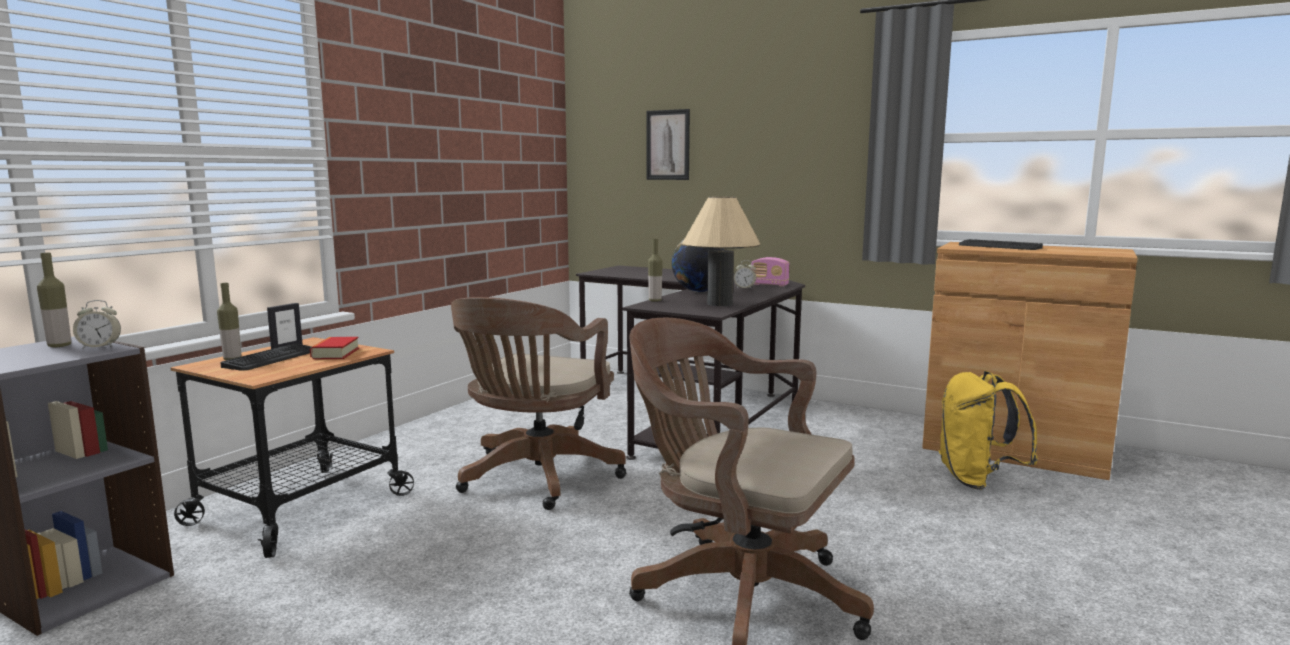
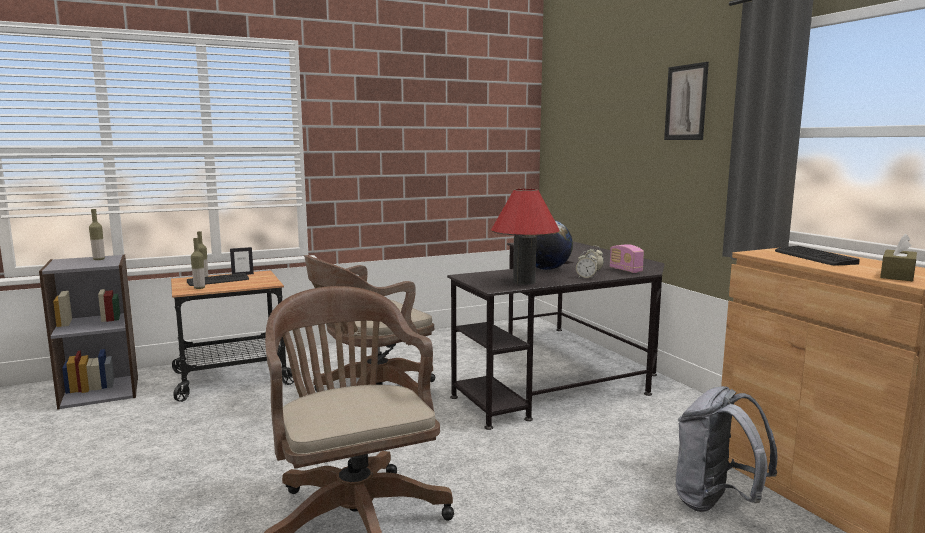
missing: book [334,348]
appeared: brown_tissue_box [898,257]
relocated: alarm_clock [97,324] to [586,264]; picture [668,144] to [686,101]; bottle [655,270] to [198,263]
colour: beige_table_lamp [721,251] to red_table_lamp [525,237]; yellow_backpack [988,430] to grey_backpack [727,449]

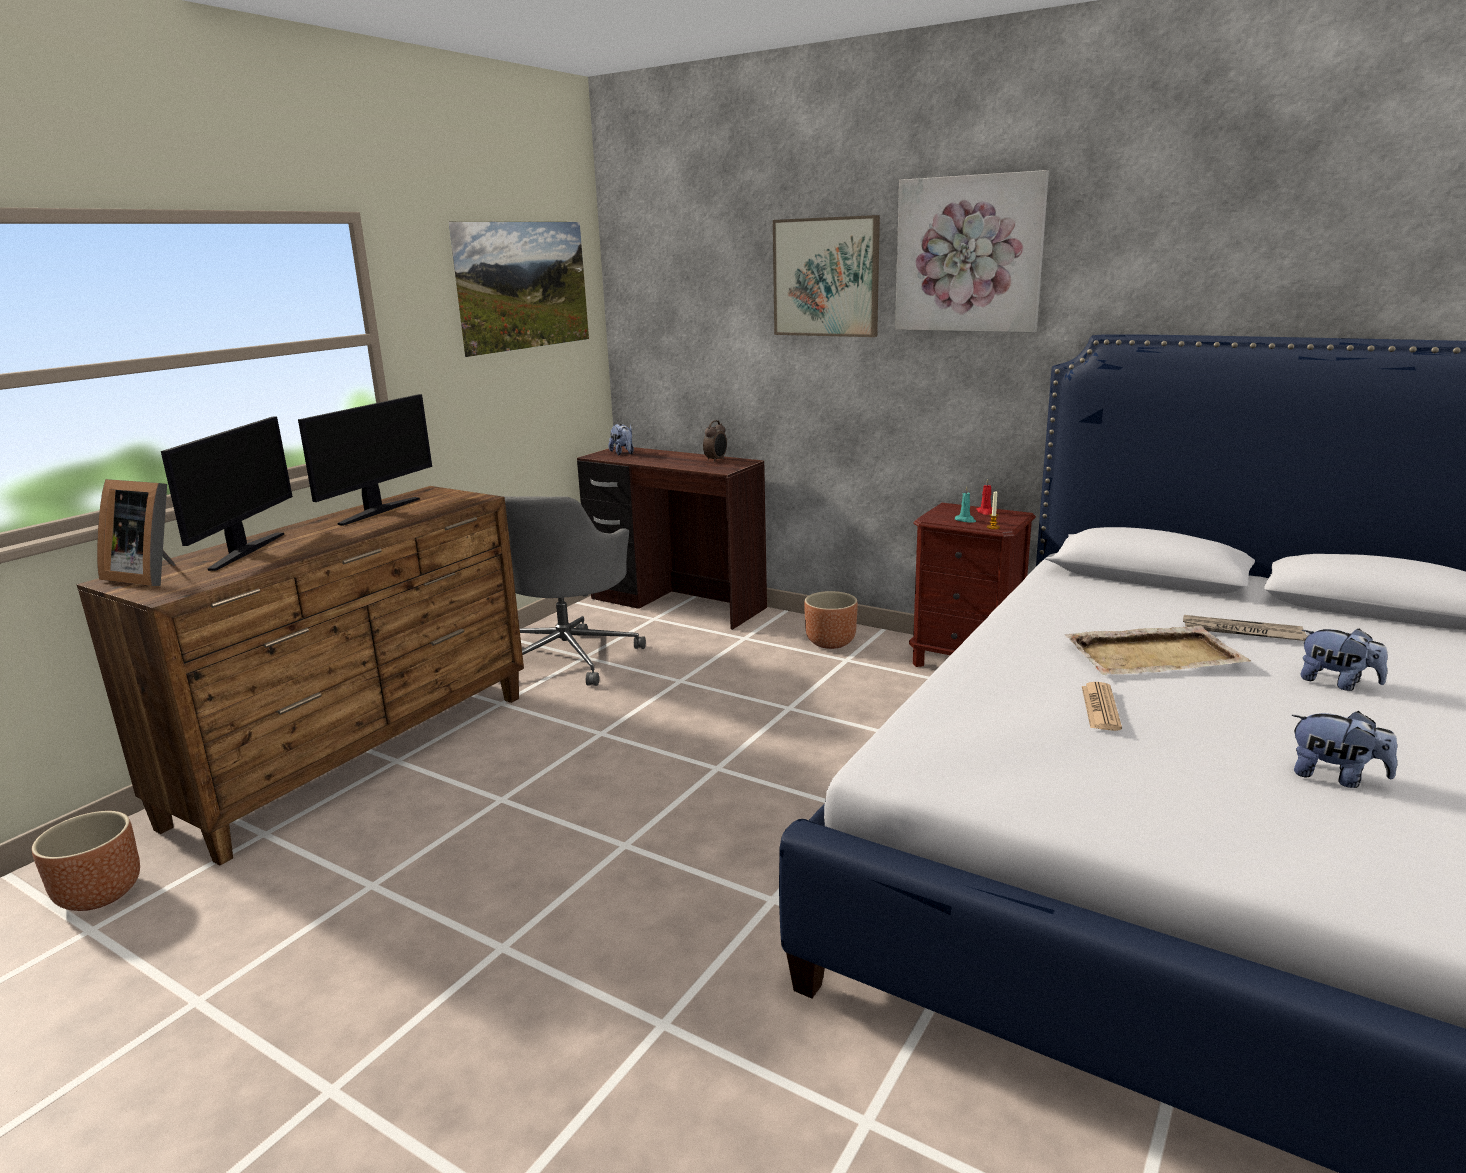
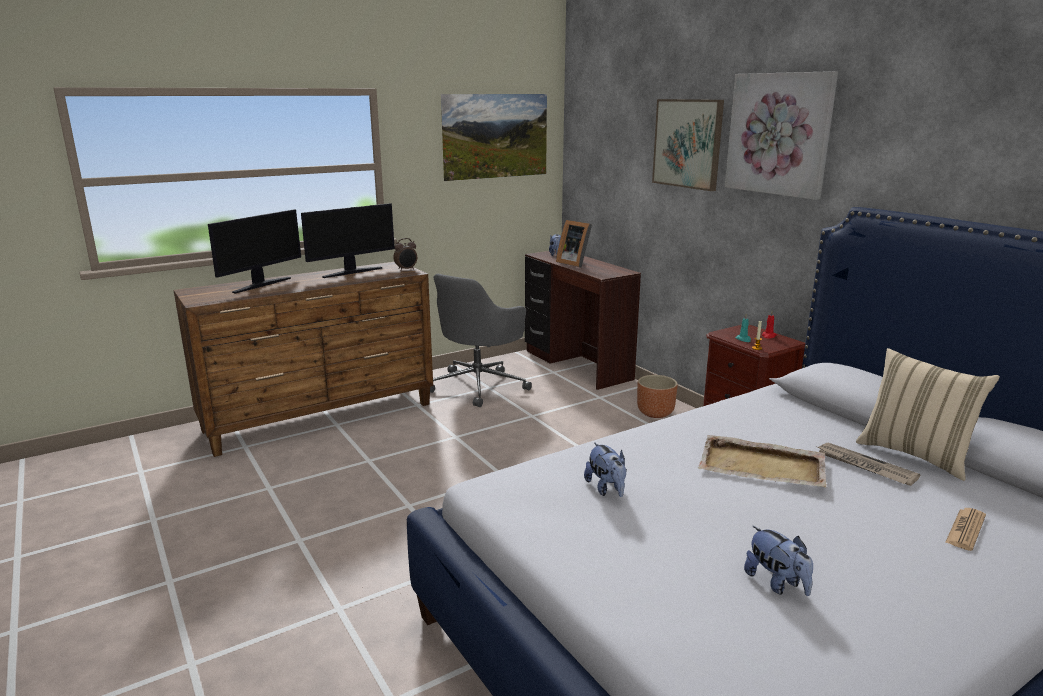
missing: brown_planter [86,861]
appeared: beige_pillow [928,414]
relocated: picture_frame [136,532] to [574,243]; alarm_clock [715,441] to [405,254]; newspaper [1102,706] to [965,529]; plush_toy [1344,659] to [605,469]

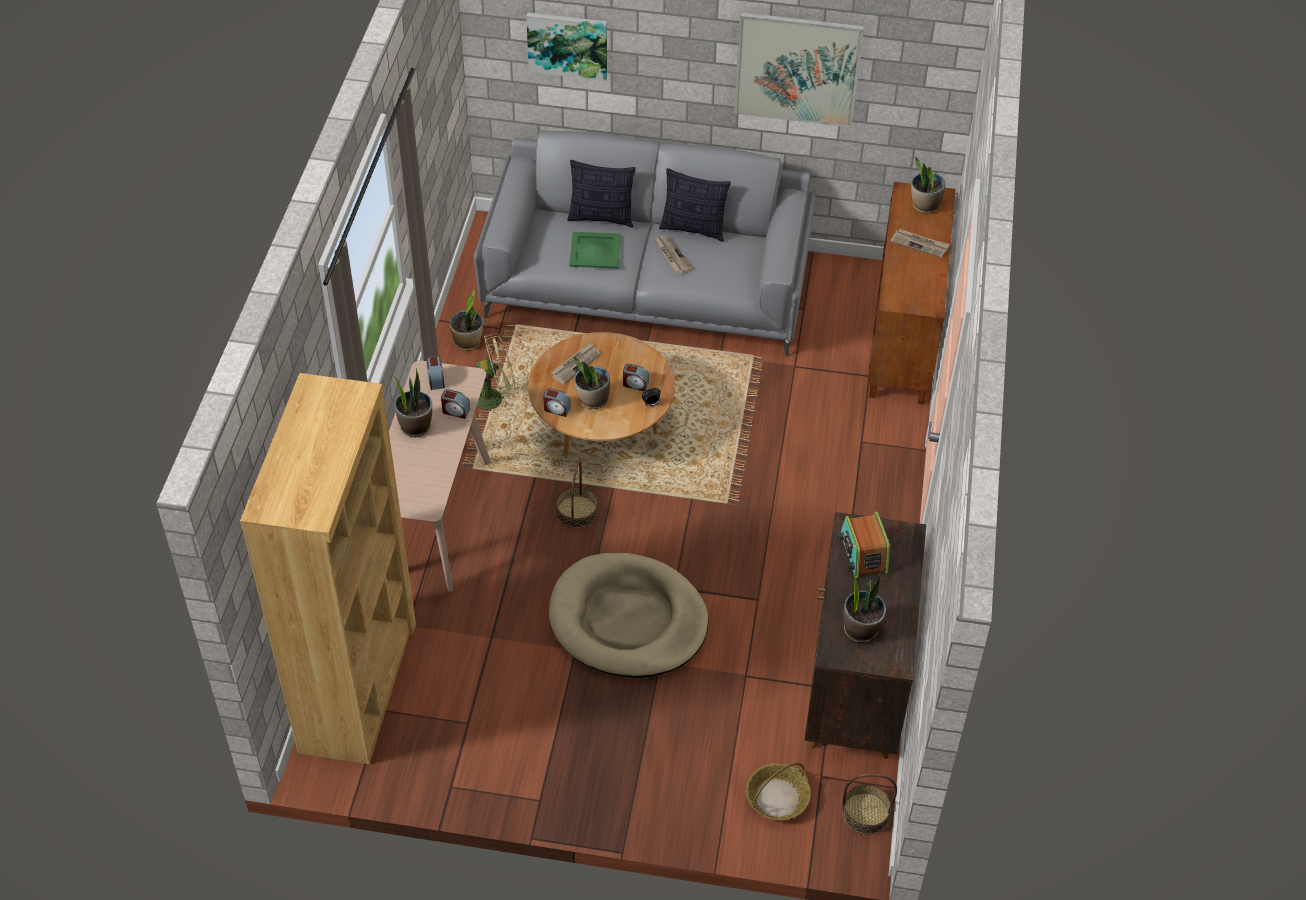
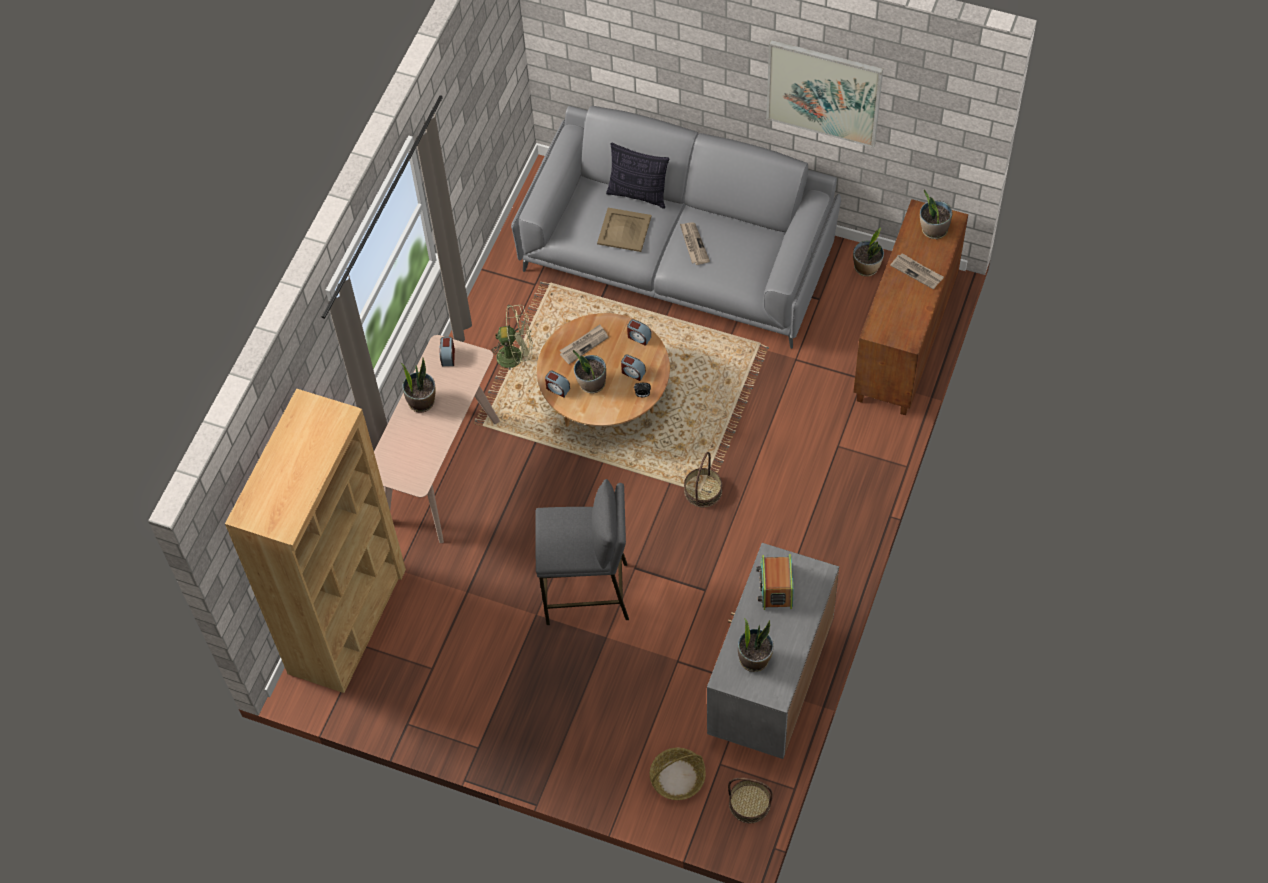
missing: picture [566,46]; pillow [695,205]
relocated: alarm_clock [455,404] to [639,332]; potted_plant [466,321] to [868,252]; basket [577,494] to [703,479]
exchanged: beige_dog_bed [629,615] to grey_stool [582,552]
colour: green_tray [595,250] to beige_tray [624,230]; brown_cabinet [865,635] to grey_cabinet [773,651]

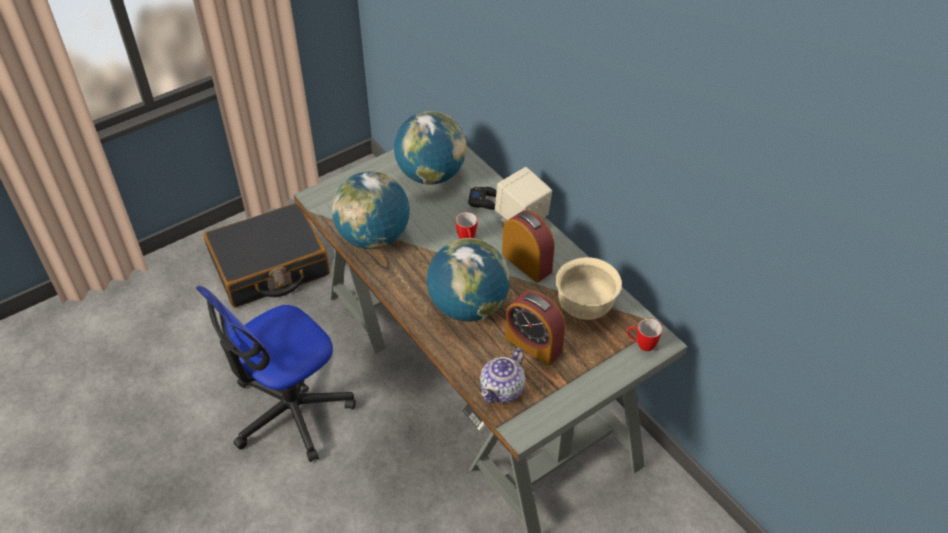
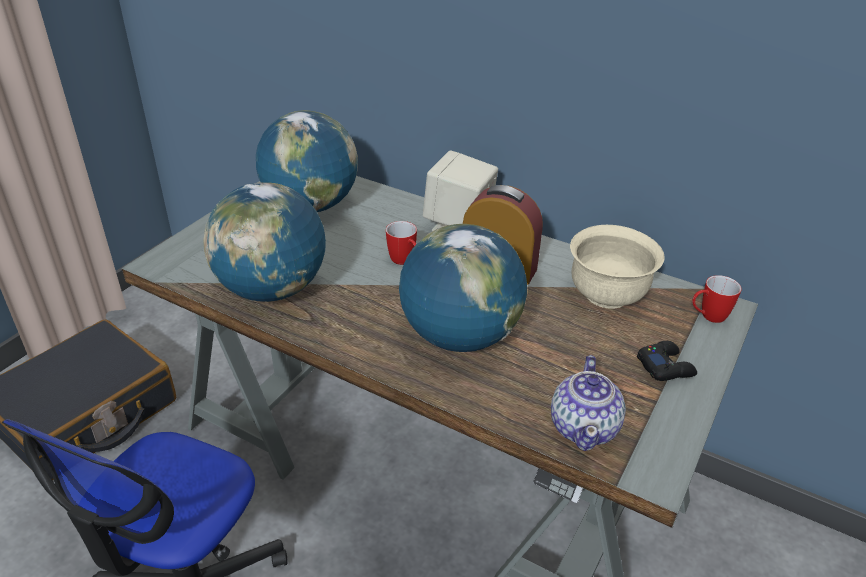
missing: alarm_clock [535,327]
relocated: black_game_controller [482,198] to [667,361]

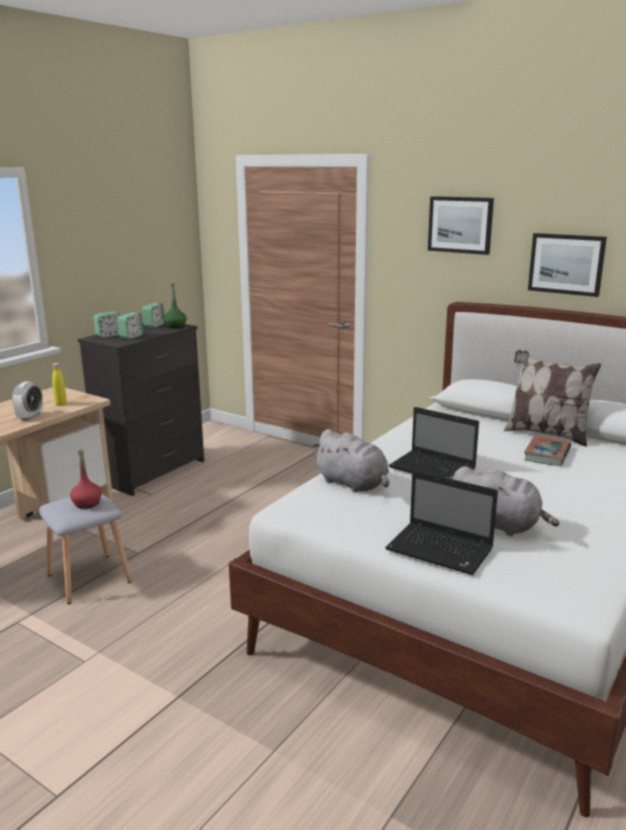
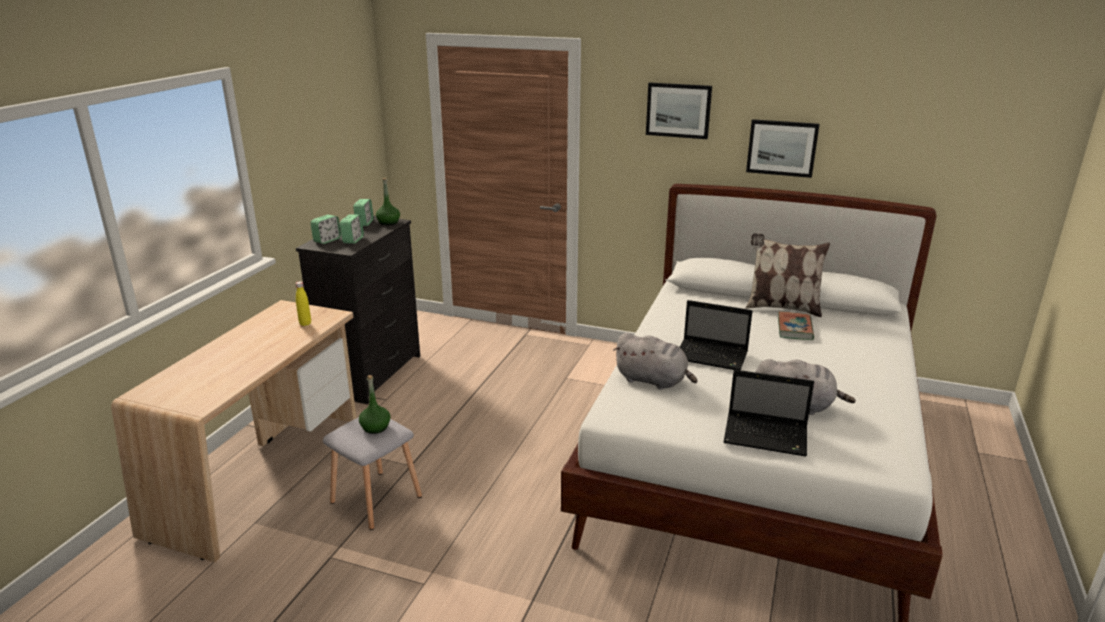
missing: alarm_clock [27,401]
colour: red_bottle [86,479] to green_bottle [374,404]

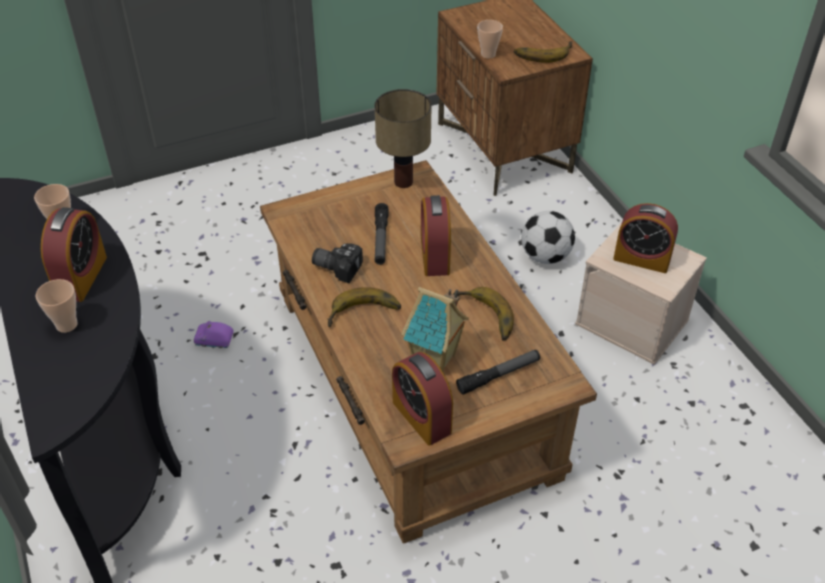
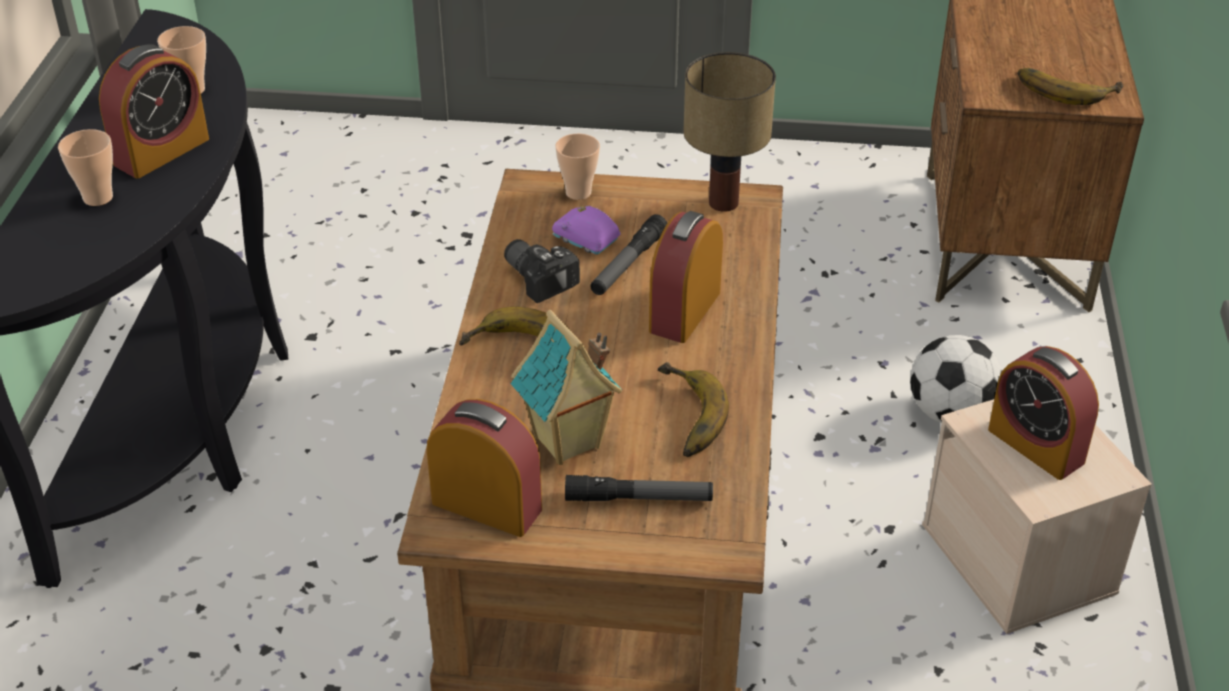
relocated: purple_toy_car [214,334] to [586,230]; cup [490,39] to [577,166]
spun: alarm_clock [422,399] = [484,468] 120 degrees clockwise

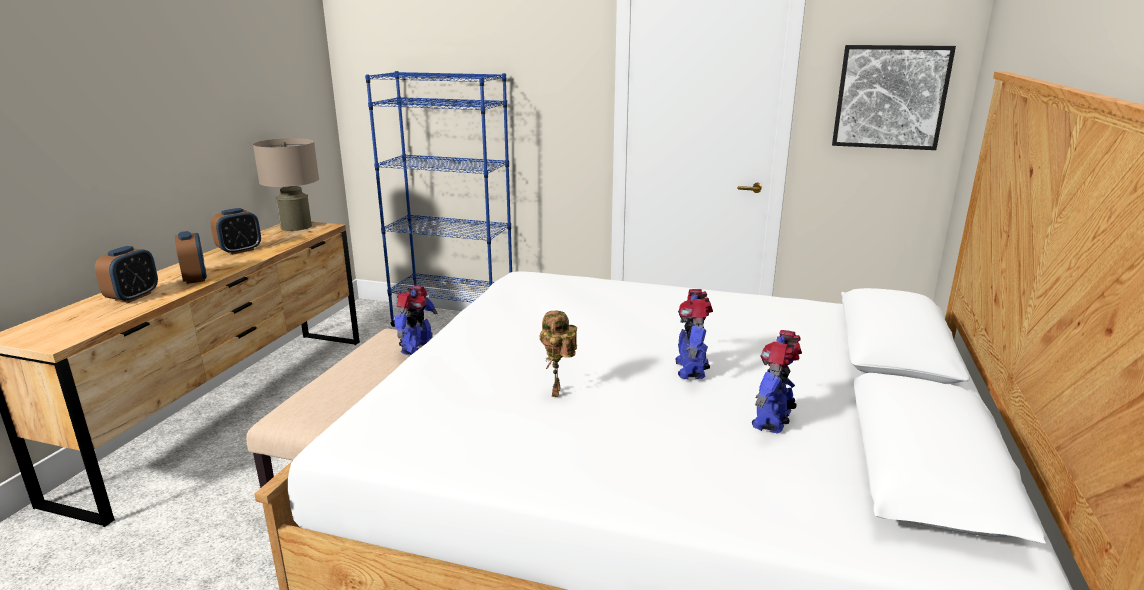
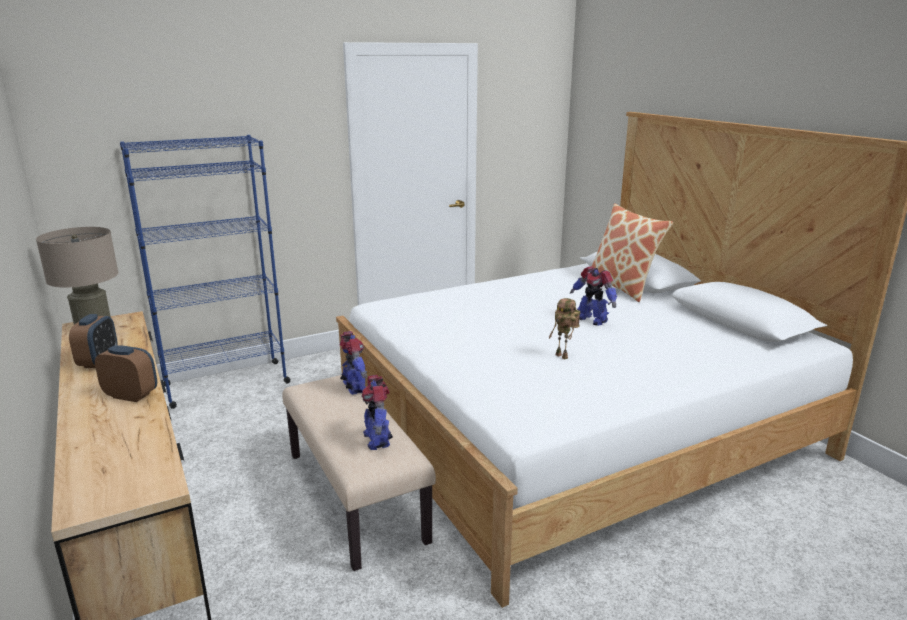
missing: alarm_clock [126,274]; picture [894,97]
appeared: pillow [632,252]
relocated: toy_robot [777,382] to [377,412]

